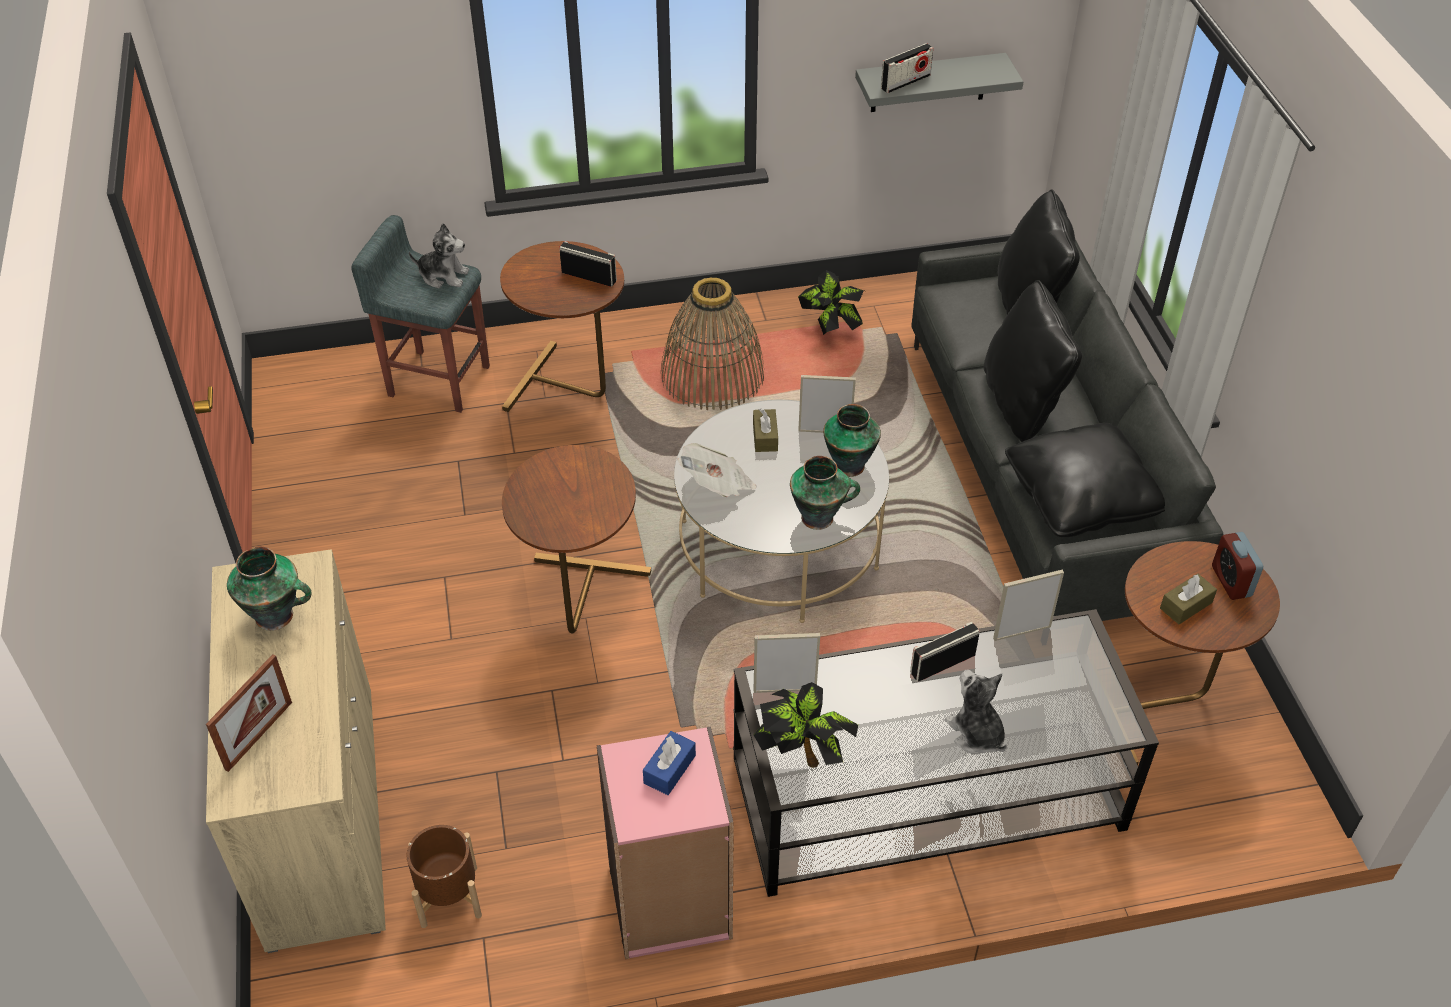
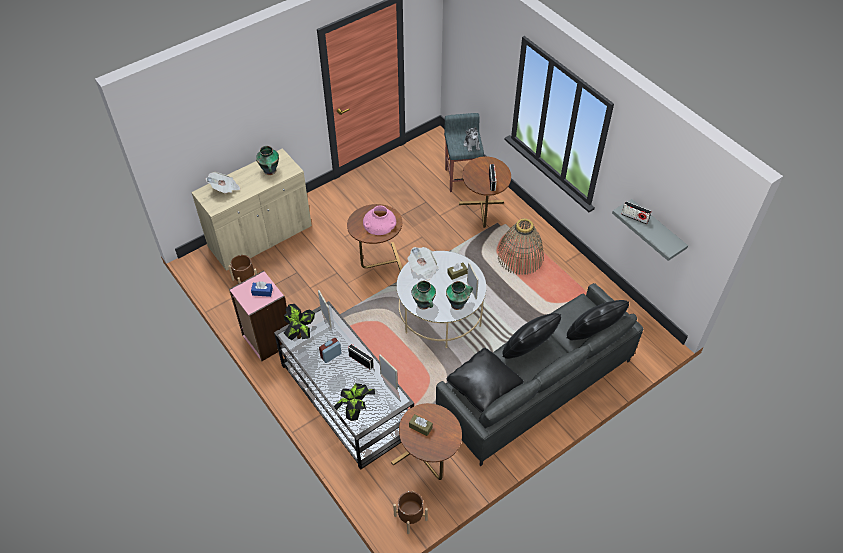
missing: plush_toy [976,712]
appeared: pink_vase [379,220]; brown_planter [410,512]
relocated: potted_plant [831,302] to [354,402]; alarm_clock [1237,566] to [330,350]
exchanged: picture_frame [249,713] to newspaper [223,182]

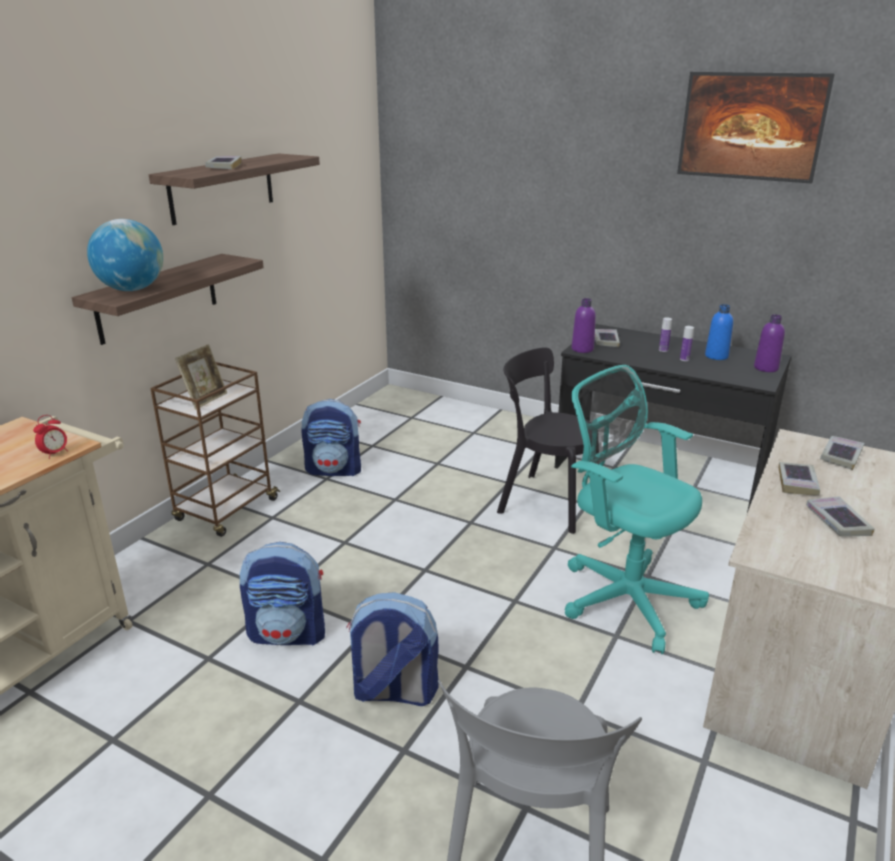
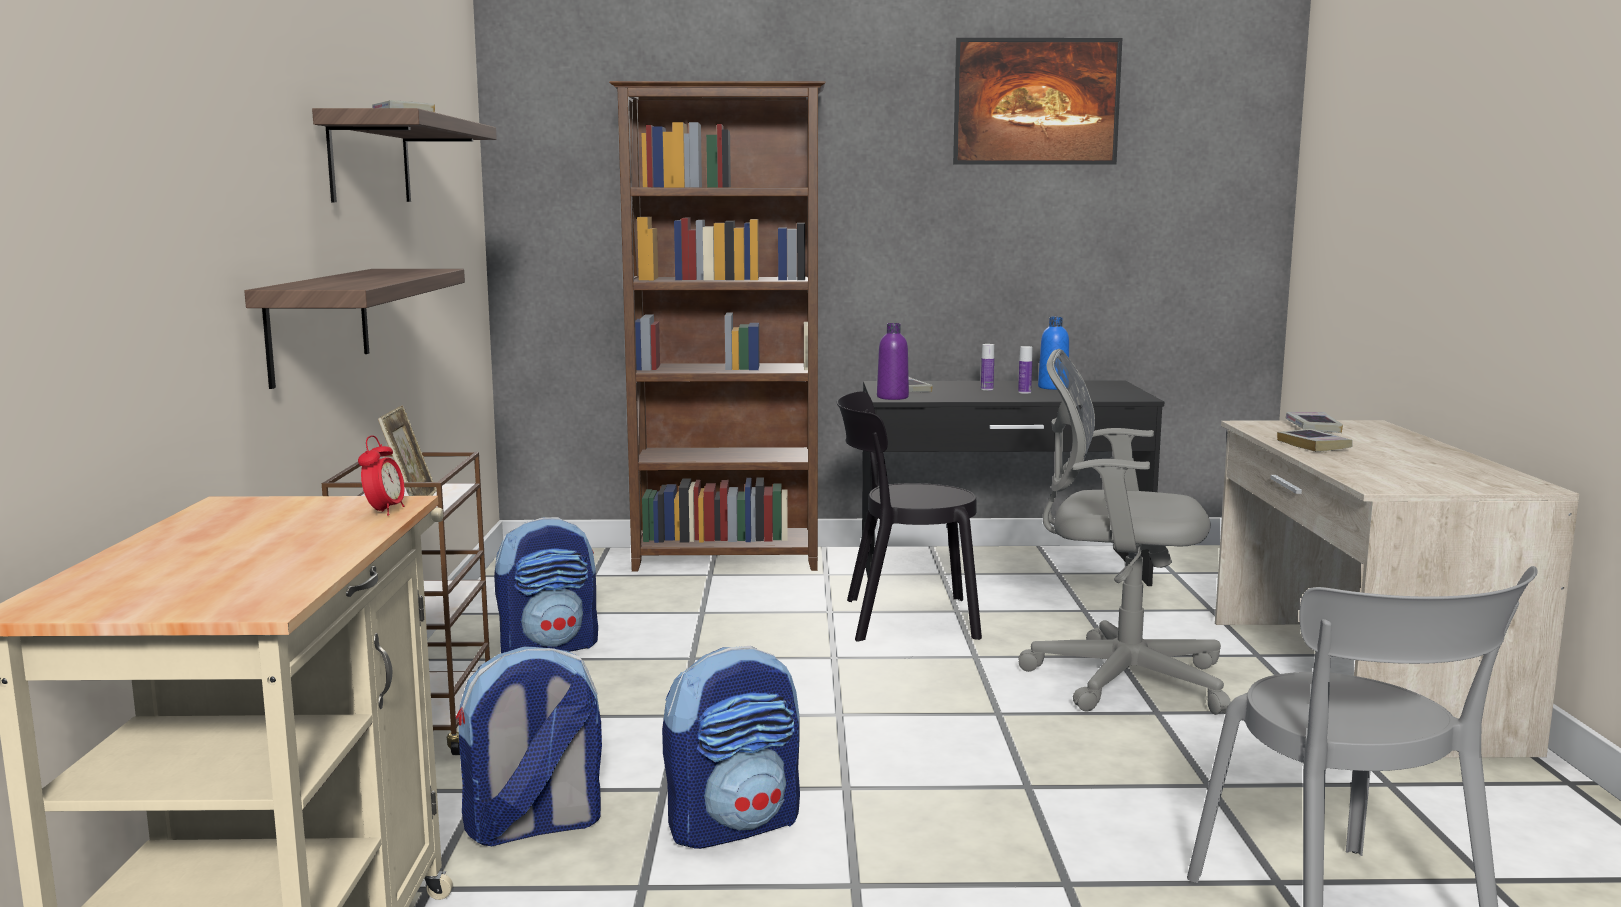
missing: globe [125,255]; purple_bottle [769,343]; book [840,516]
appeared: brown_bookcase [717,326]
relocated: backpack [392,649] to [528,746]
colour: turquoise_office_chair [637,509] to grey_office_chair [1124,532]

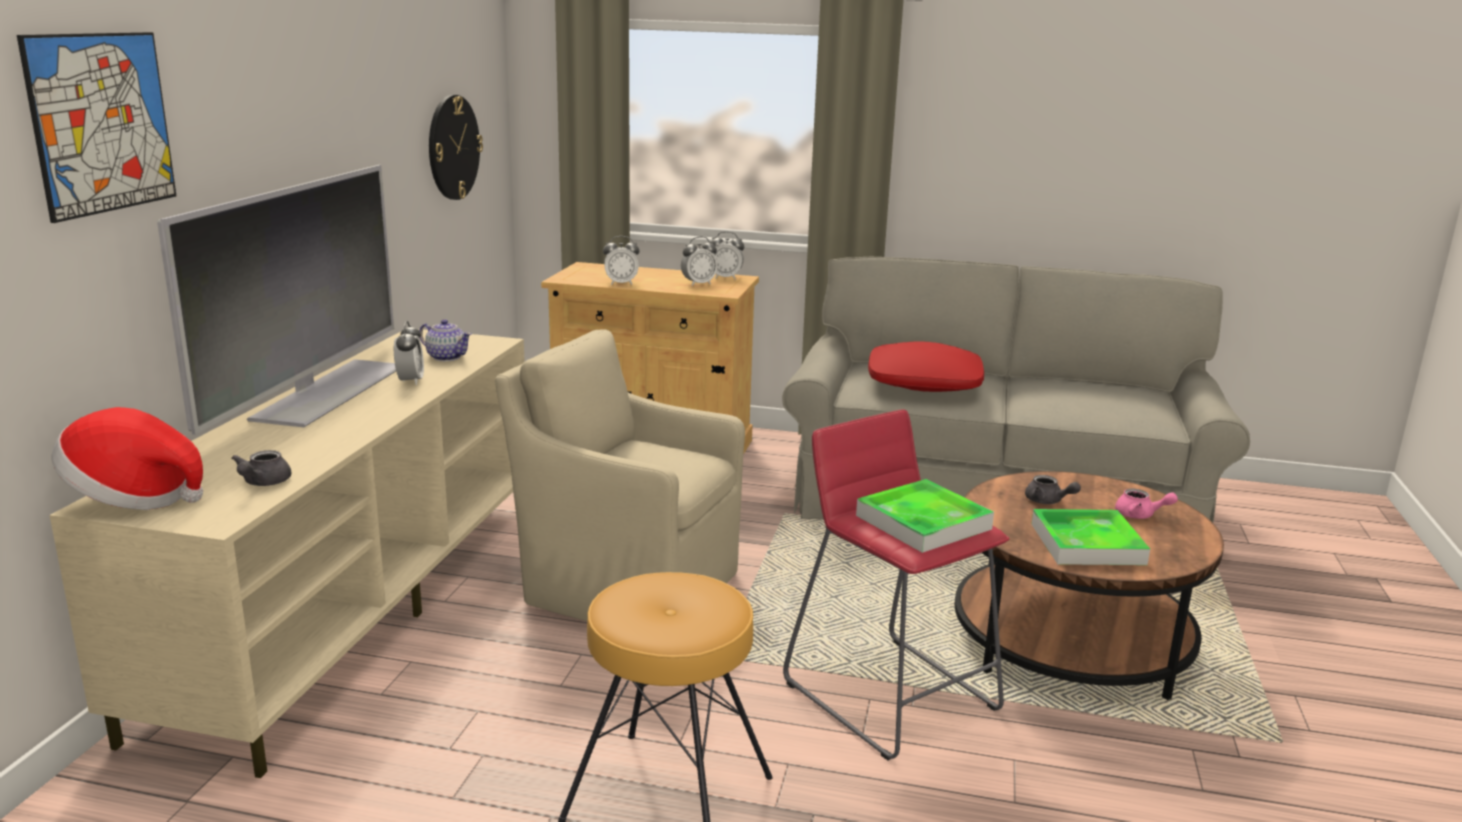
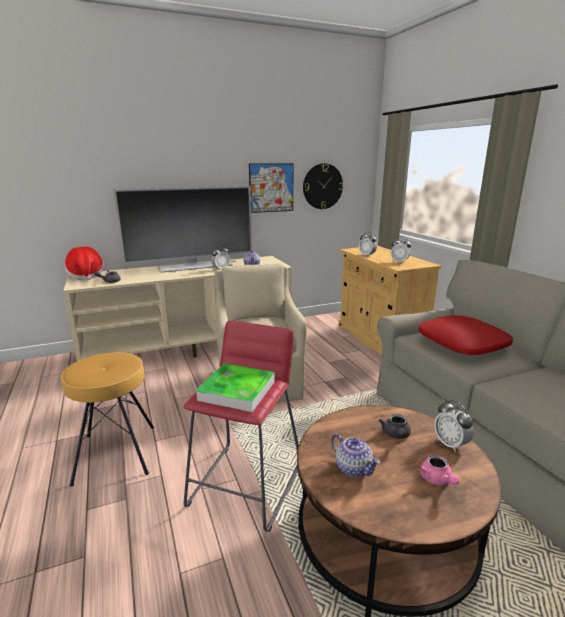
relocated: picture [96,127] to [271,188]; alarm_clock [727,255] to [454,426]
exchanged: tray [1091,537] to teapot [356,455]

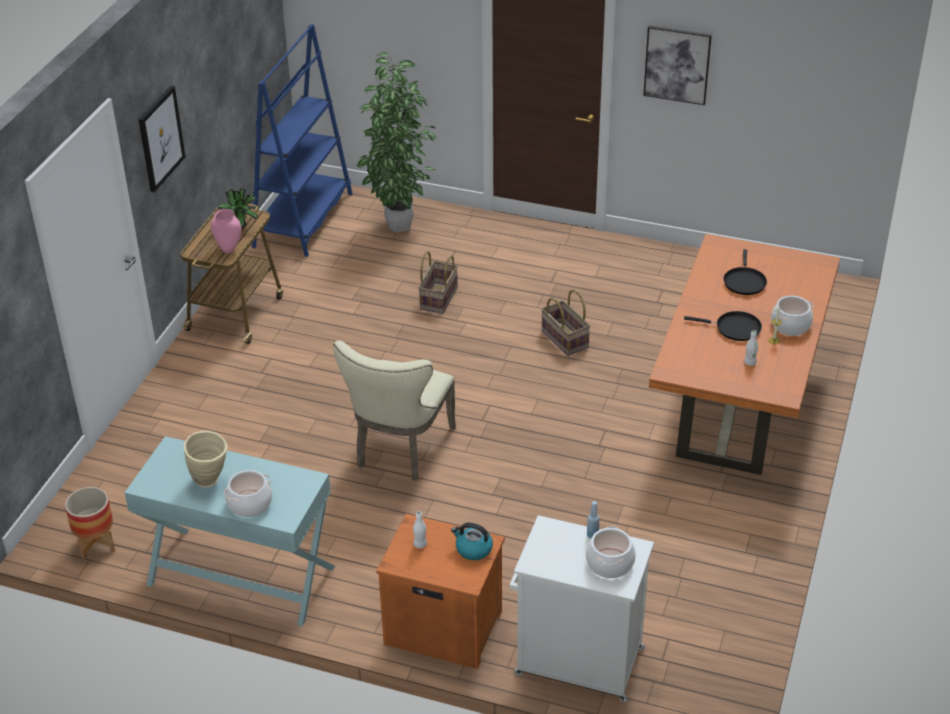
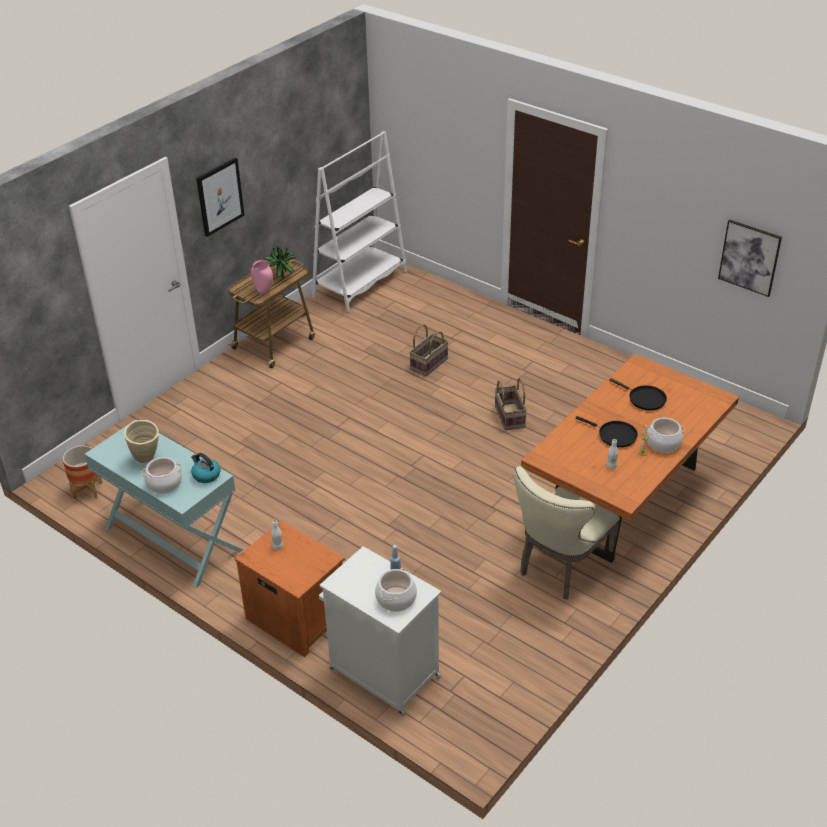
missing: potted_plant [396,142]
relocated: beige_chair [394,411] to [567,533]; kettle [472,541] to [206,468]; picture [677,65] to [750,258]
colour: blue_bookcase [302,140] to white_bookcase [359,221]
spun: black_frying_pan [745,272] = [638,394] 75 degrees counterclockwise

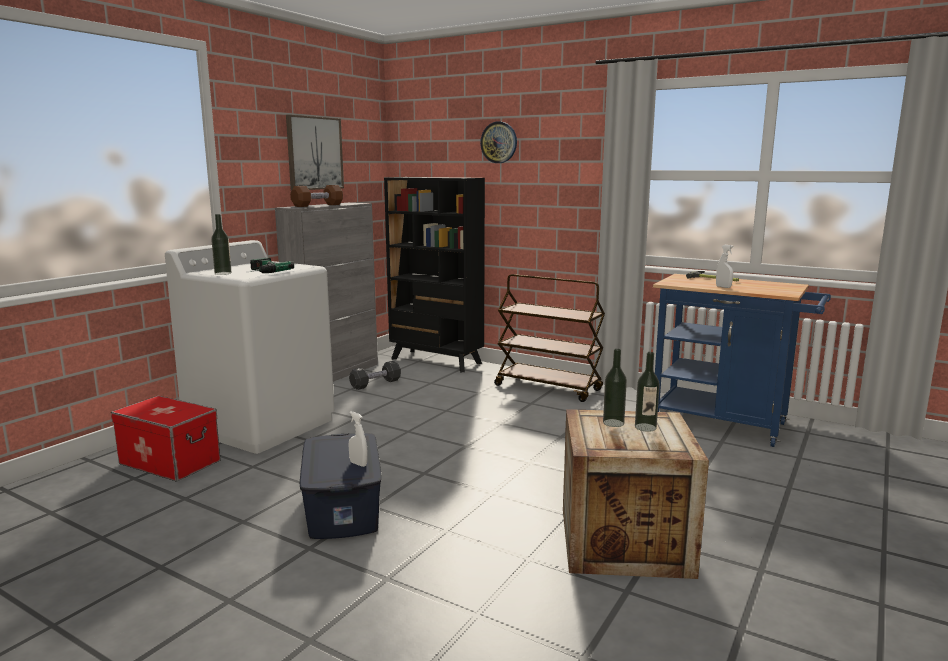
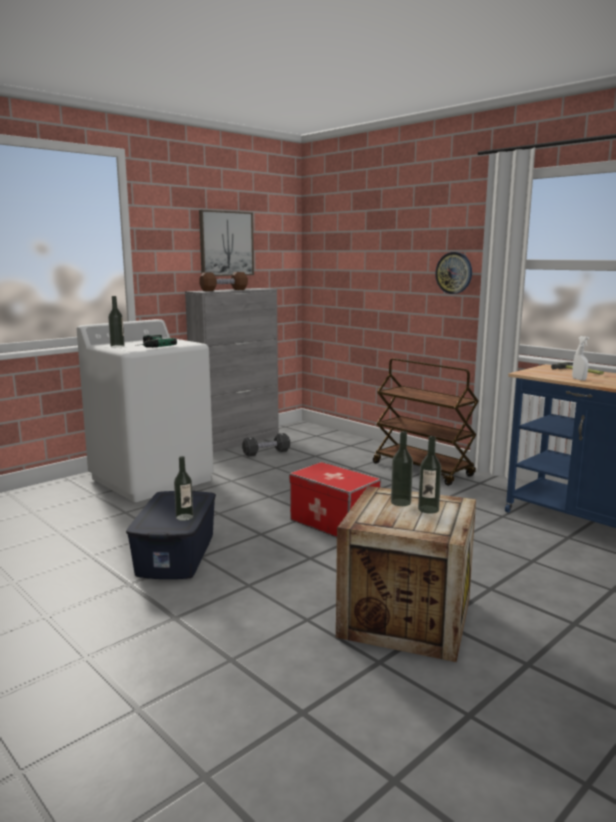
missing: black_bookcase [434,274]
relocated: storage_box [166,438] to [335,499]; wall_clock [498,142] to [453,273]
exchanged: white_spray_bottle [358,439] to bottle [183,488]

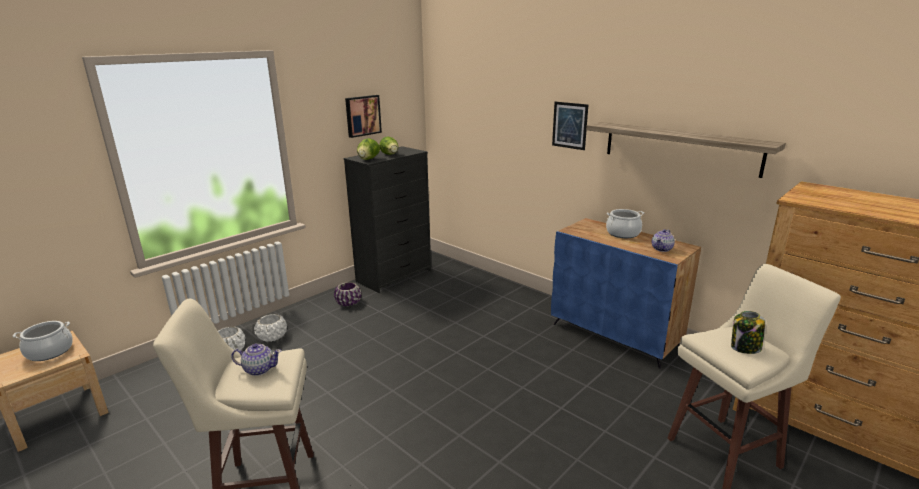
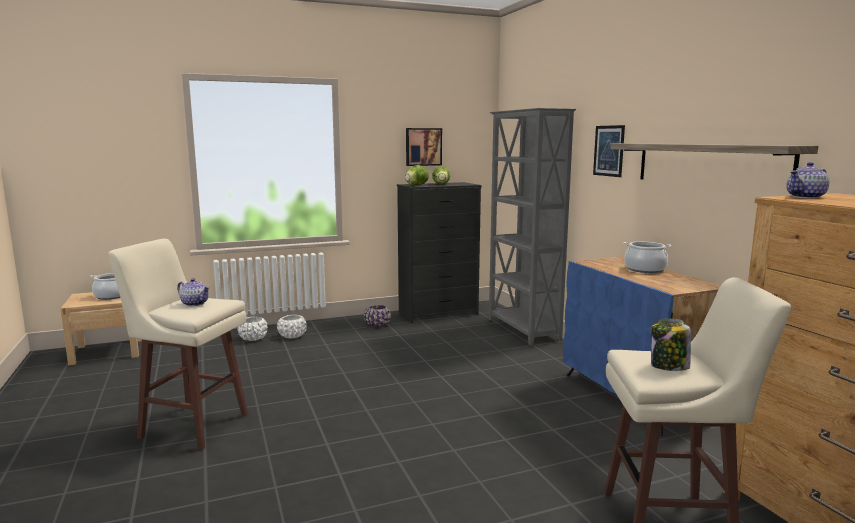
appeared: grey_bookcase [532,227]
relocated: teapot [663,240] to [808,180]

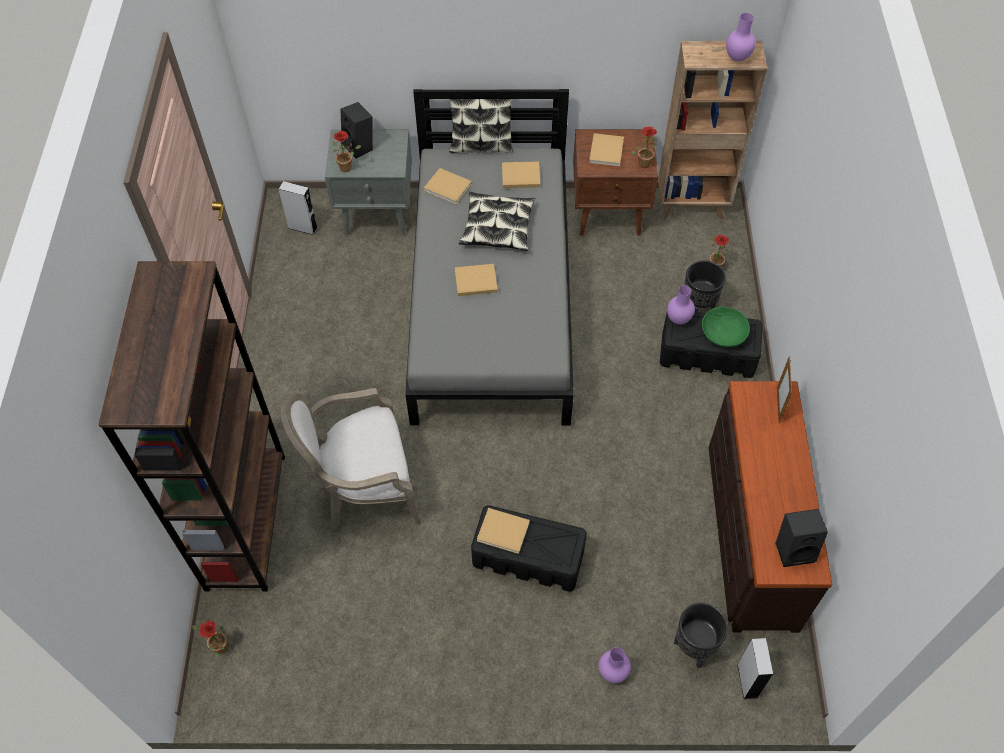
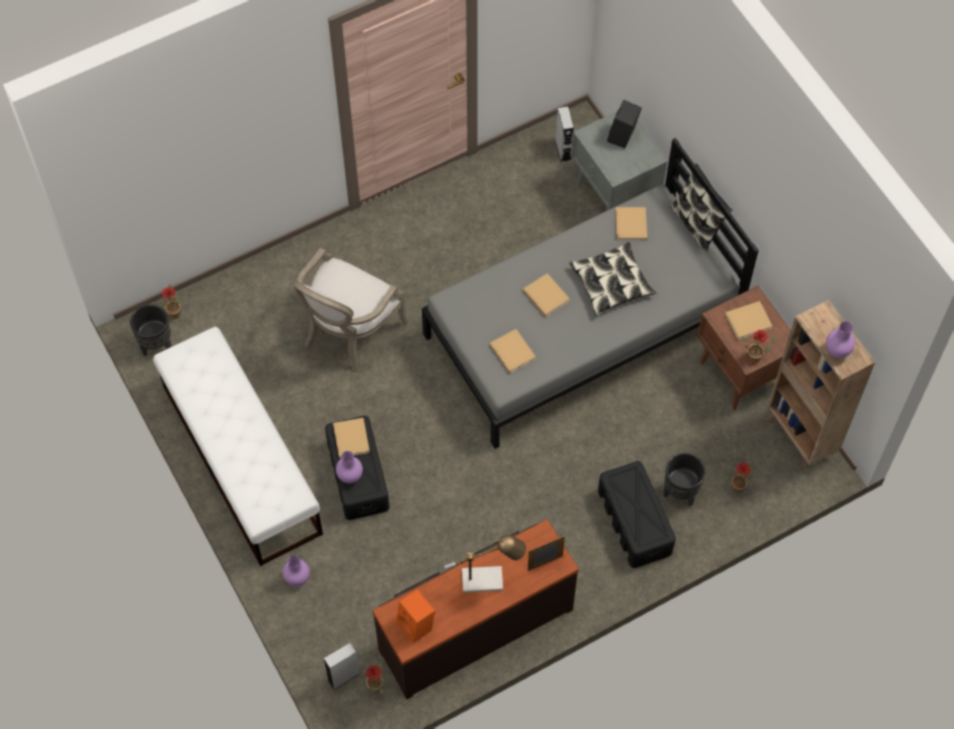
missing: brown_bookcase [191,426]; green_bowl [726,326]
appeared: white_bench [238,446]; table_lamp [485,564]
relocated: potted_plant [347,151] to [373,678]; beige_book [521,174] to [513,351]; purple_vase [681,305] to [349,467]; black_planter [701,635] to [151,330]
colour: black_speaker [801,538] to orange_speaker [415,616]
spun: armchair [350,459] = [350,310] 105 degrees counterclockwise

